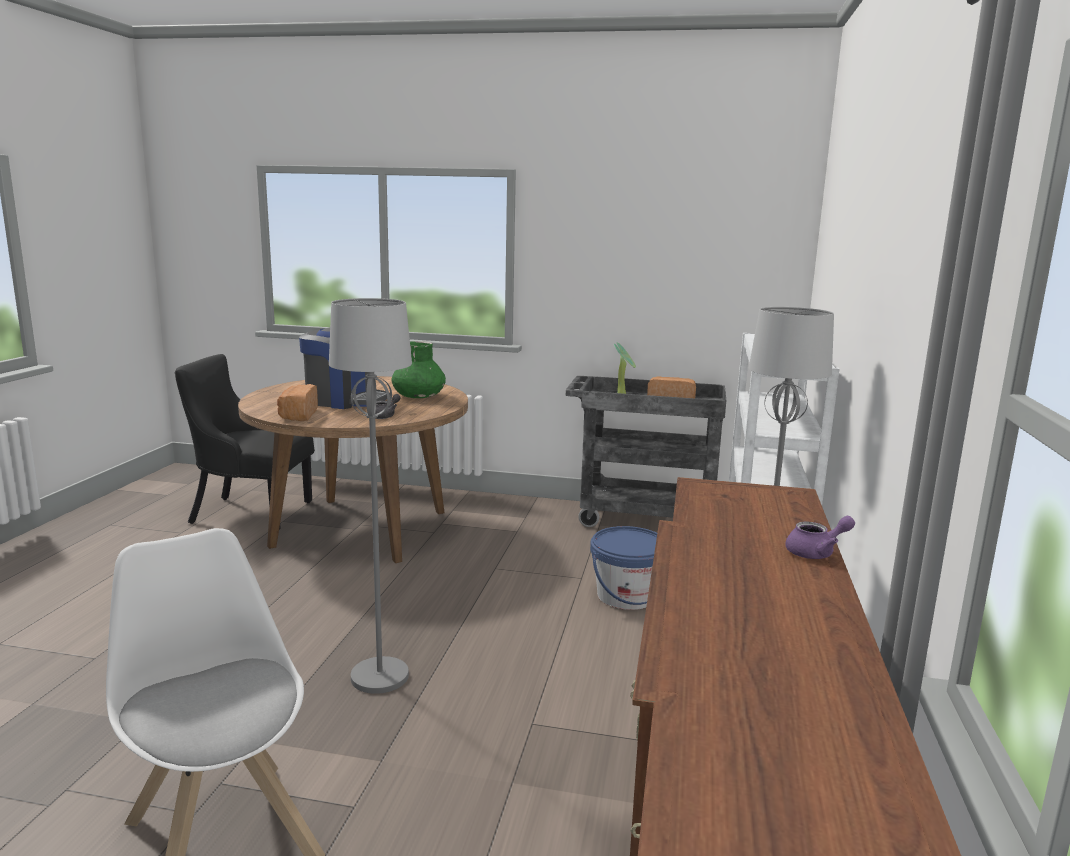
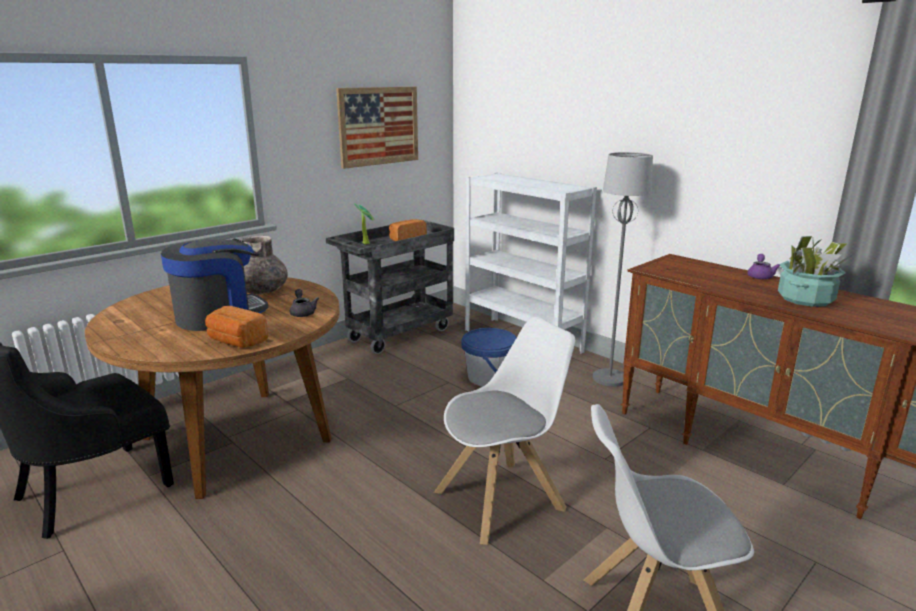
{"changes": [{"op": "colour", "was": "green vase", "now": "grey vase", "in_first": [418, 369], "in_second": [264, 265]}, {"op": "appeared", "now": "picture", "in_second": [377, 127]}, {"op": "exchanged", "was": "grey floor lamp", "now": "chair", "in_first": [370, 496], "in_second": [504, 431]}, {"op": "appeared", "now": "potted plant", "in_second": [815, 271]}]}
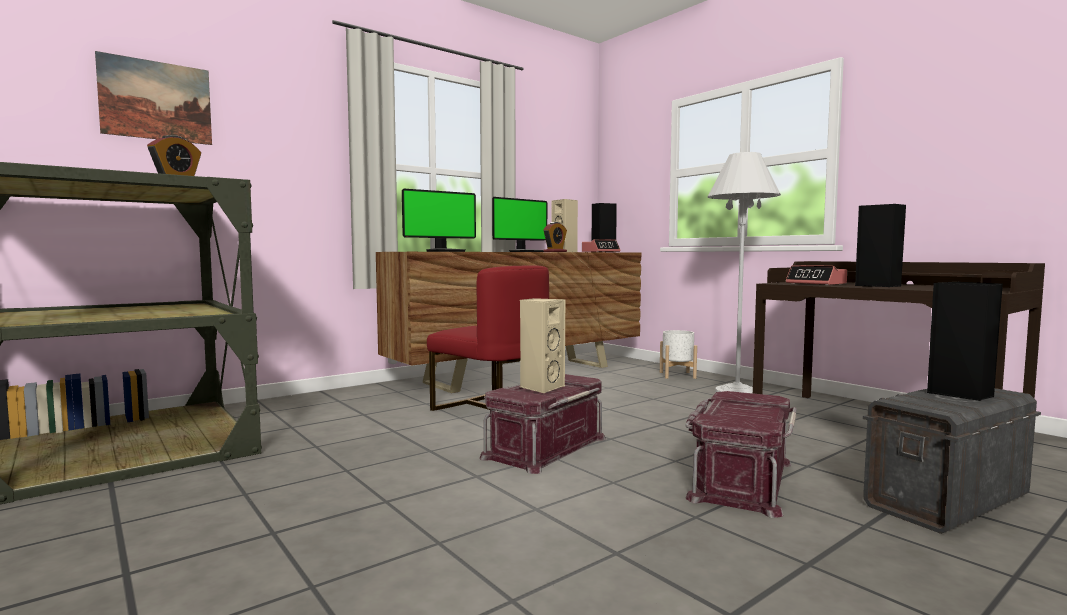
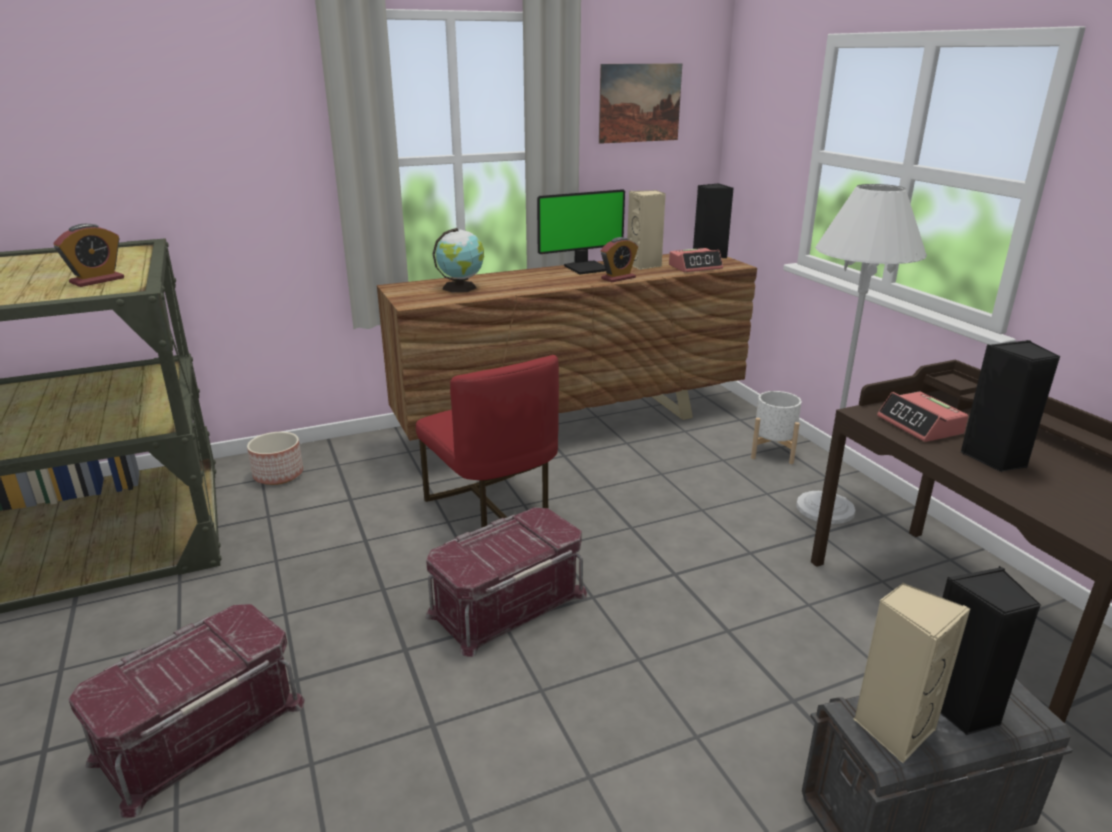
{"changes": [{"op": "relocated", "was": "red storage box", "in_first": [741, 454], "in_second": [186, 711]}, {"op": "appeared", "now": "planter", "in_second": [275, 458]}, {"op": "exchanged", "was": "monitor", "now": "globe", "in_first": [439, 220], "in_second": [458, 260]}, {"op": "relocated", "was": "picture", "in_first": [153, 98], "in_second": [640, 103]}, {"op": "relocated", "was": "beige speaker", "in_first": [542, 346], "in_second": [912, 673]}]}
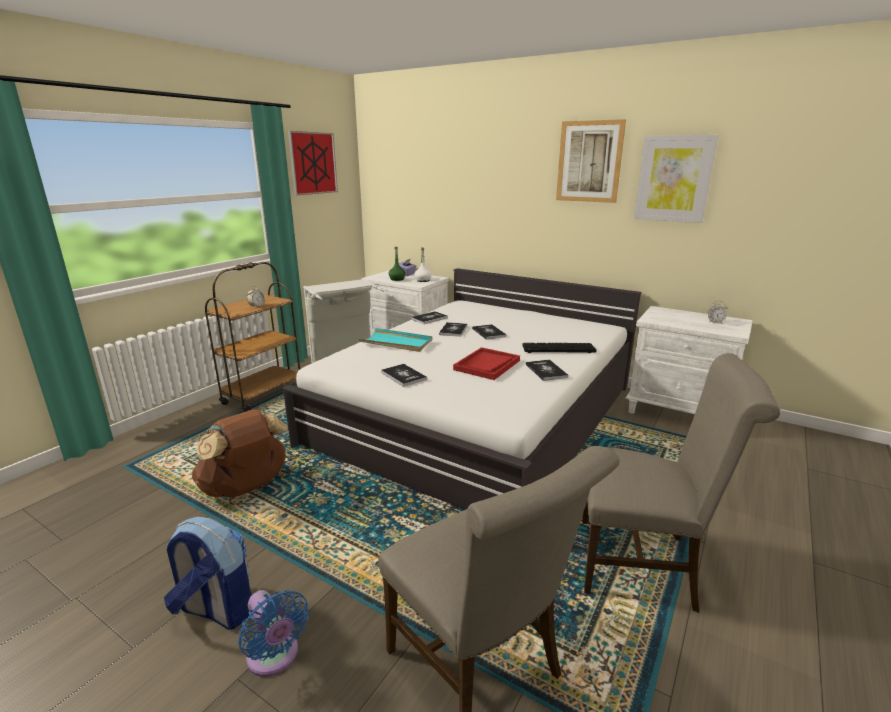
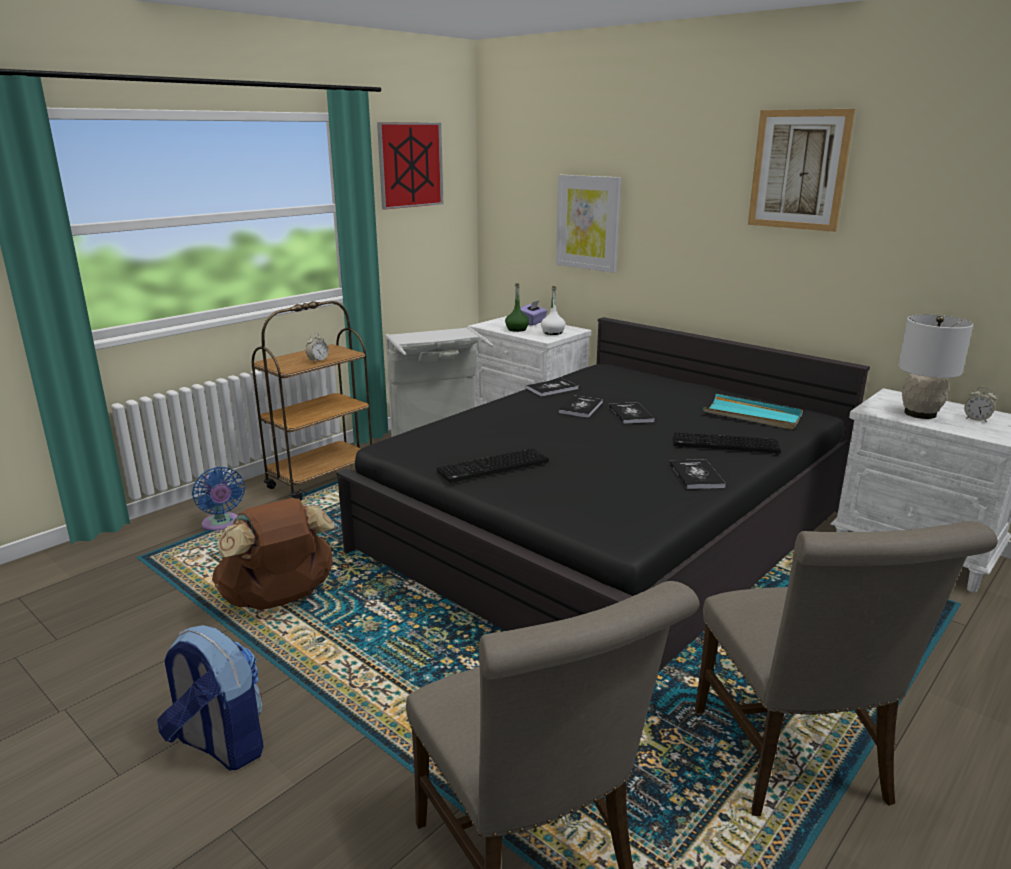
{"changes": [{"op": "relocated", "was": "blue fan", "in_first": [273, 633], "in_second": [218, 499]}, {"op": "colour", "was": "white bed", "now": "black bed", "in_first": [462, 389], "in_second": [603, 494]}, {"op": "exchanged", "was": "book", "now": "keyboard", "in_first": [404, 375], "in_second": [493, 465]}, {"op": "relocated", "was": "picture", "in_first": [676, 179], "in_second": [588, 224]}, {"op": "spun", "was": "beige chair", "in_first": [681, 483], "in_second": [846, 668], "clockwise": 60}, {"op": "relocated", "was": "turquoise tray", "in_first": [396, 340], "in_second": [753, 412]}, {"op": "appeared", "now": "white table lamp", "in_second": [935, 366]}, {"op": "missing", "was": "red tray", "in_first": [486, 363]}]}
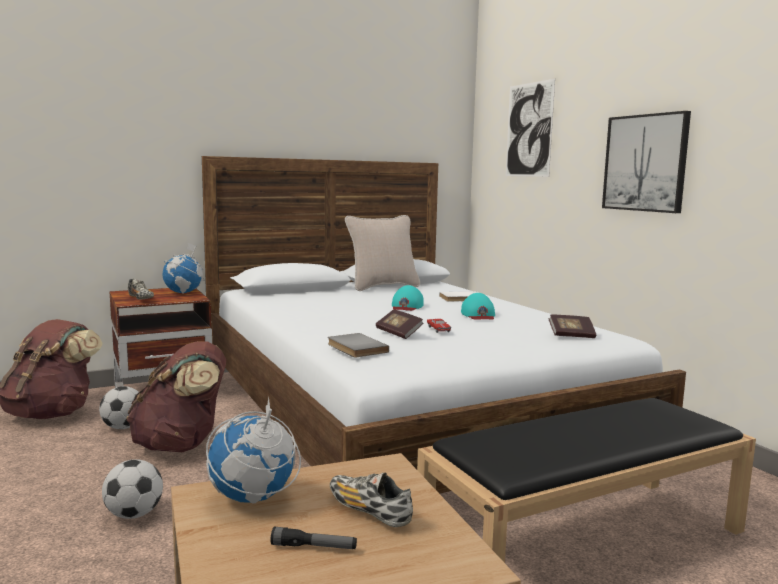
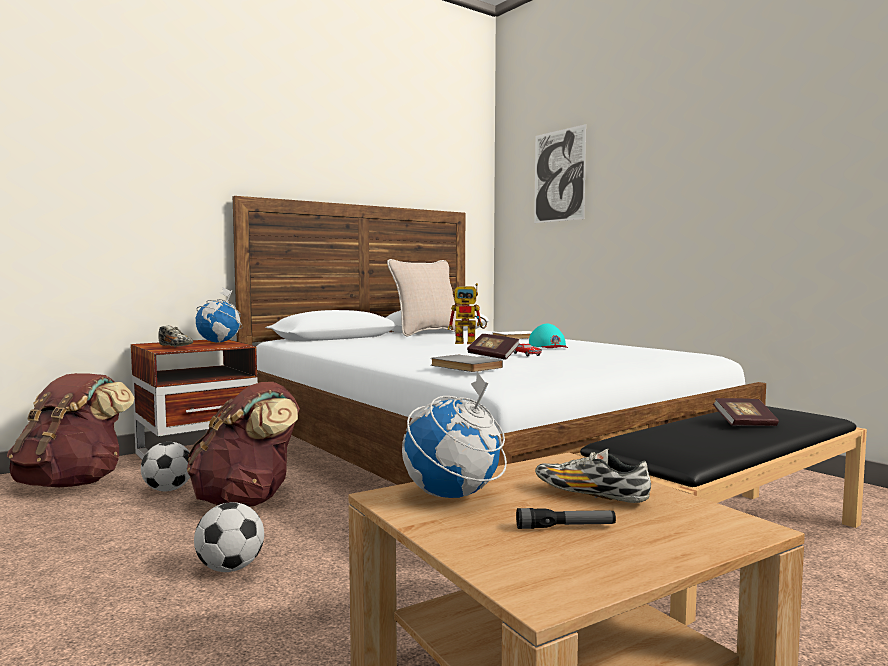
{"changes": [{"op": "exchanged", "was": "turquoise cap", "now": "toy robot", "in_first": [408, 298], "in_second": [467, 313]}, {"op": "relocated", "was": "book", "in_first": [572, 326], "in_second": [746, 412]}, {"op": "missing", "was": "picture", "in_first": [646, 162]}]}
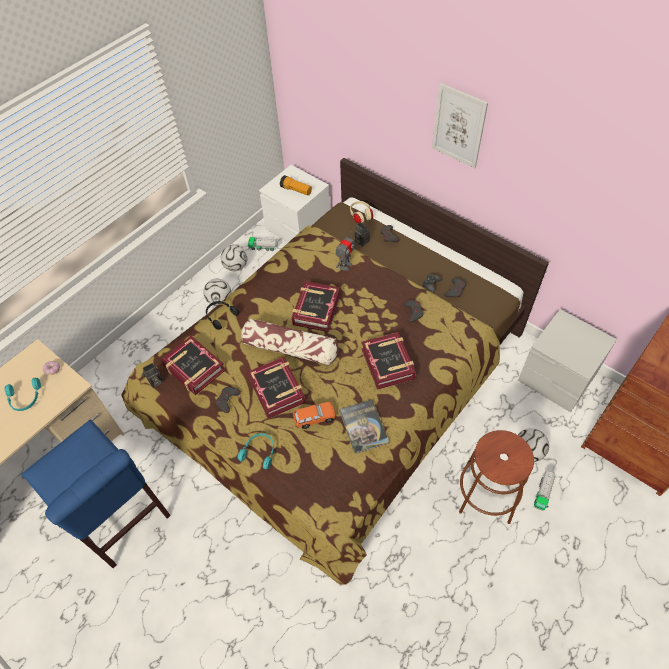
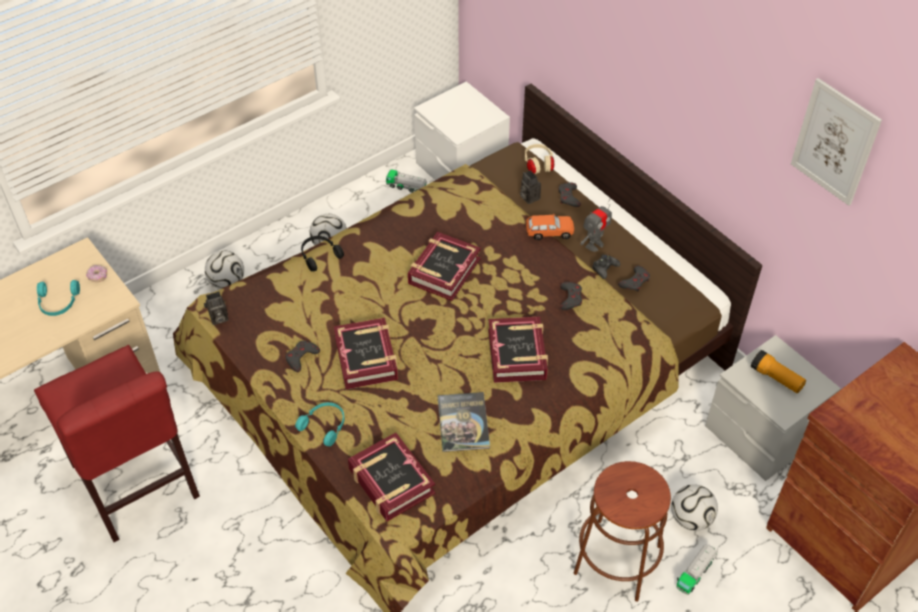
{"changes": [{"op": "colour", "was": "blue chair", "now": "red chair", "in_first": [96, 494], "in_second": [117, 443]}, {"op": "relocated", "was": "football", "in_first": [234, 258], "in_second": [224, 270]}, {"op": "relocated", "was": "book", "in_first": [193, 365], "in_second": [391, 477]}, {"op": "relocated", "was": "orange toy car", "in_first": [314, 415], "in_second": [550, 227]}, {"op": "relocated", "was": "toy robot", "in_first": [345, 251], "in_second": [596, 225]}, {"op": "relocated", "was": "flashlight", "in_first": [296, 185], "in_second": [778, 372]}, {"op": "relocated", "was": "picture", "in_first": [460, 125], "in_second": [836, 142]}, {"op": "missing", "was": "pillow", "in_first": [290, 341]}]}
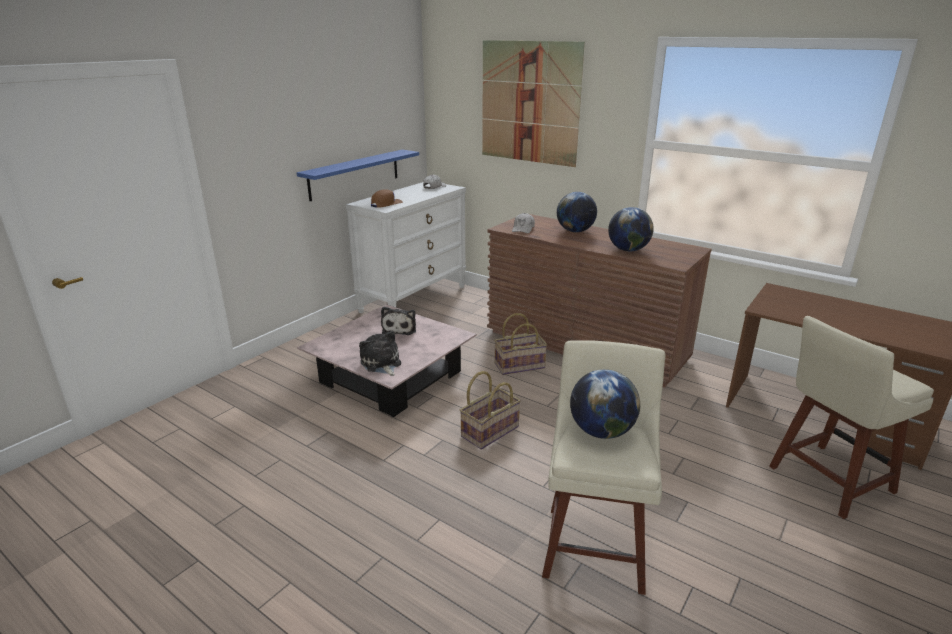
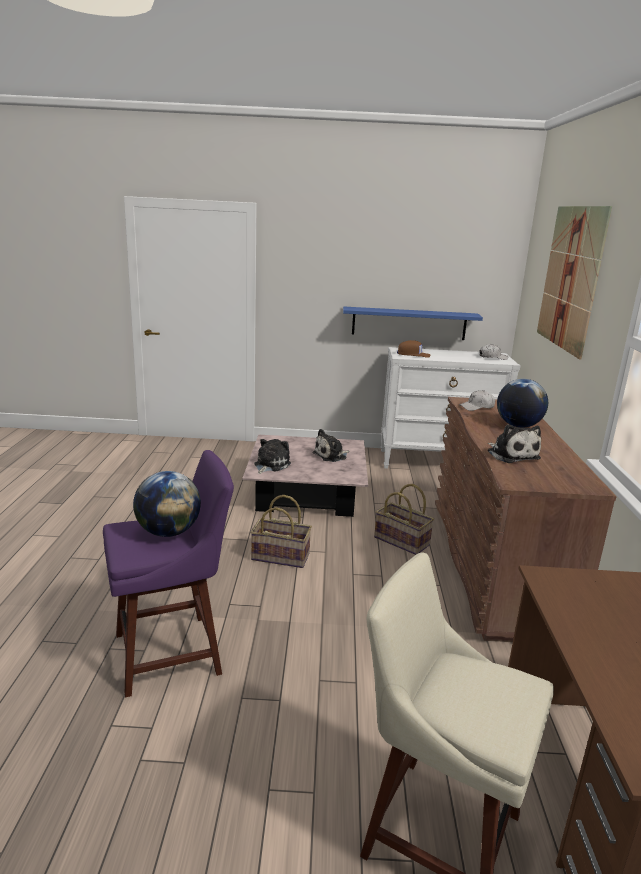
{"changes": [{"op": "colour", "was": "beige stool", "now": "purple stool", "in_first": [603, 467], "in_second": [168, 574]}, {"op": "exchanged", "was": "globe", "now": "plush toy", "in_first": [631, 229], "in_second": [514, 444]}]}
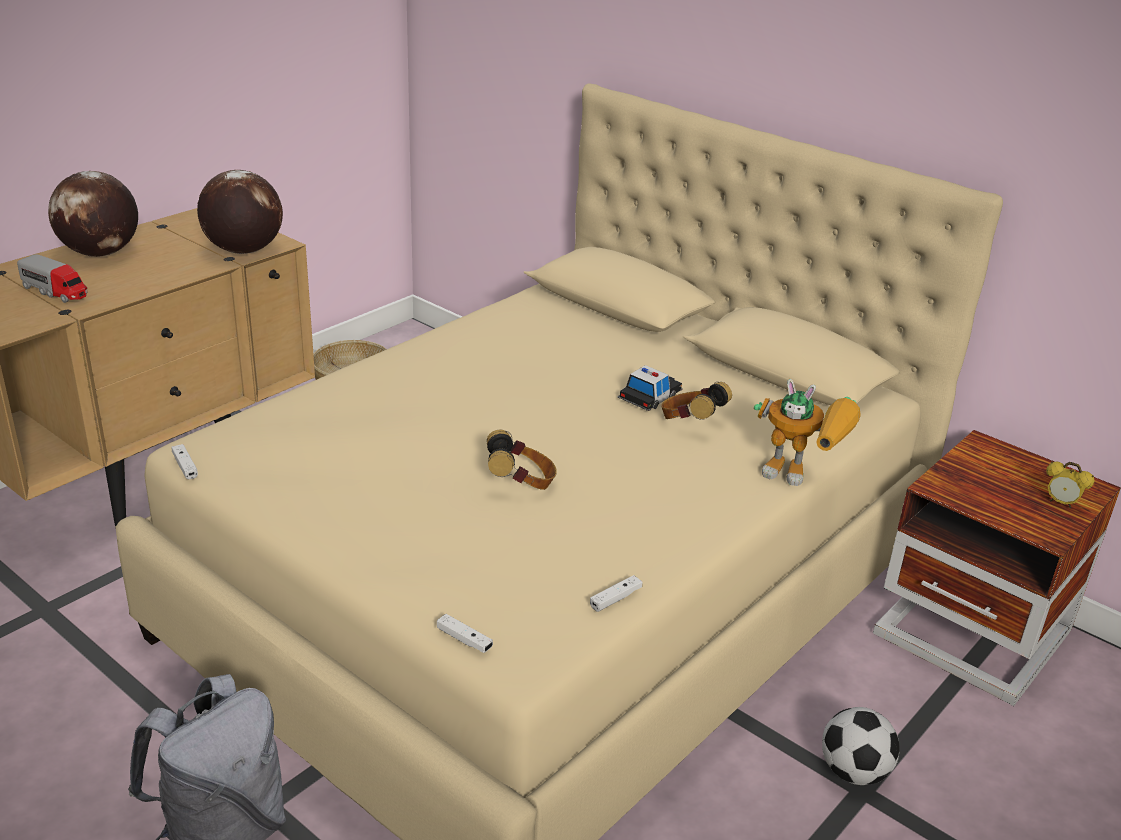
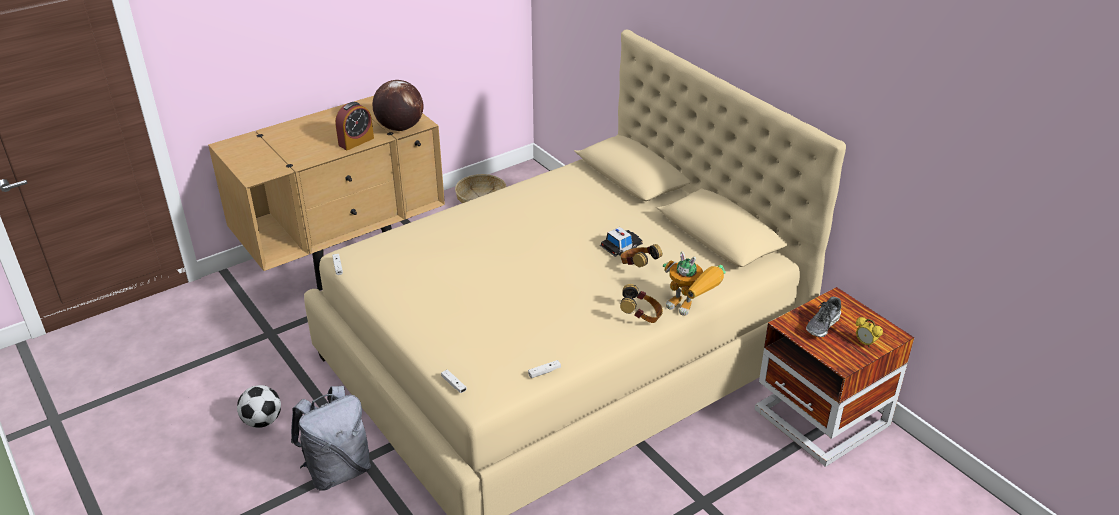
{"changes": [{"op": "relocated", "was": "football", "in_first": [860, 746], "in_second": [259, 406]}, {"op": "appeared", "now": "alarm clock", "in_second": [354, 126]}, {"op": "relocated", "was": "headphones", "in_first": [522, 460], "in_second": [641, 303]}, {"op": "appeared", "now": "shoe", "in_second": [823, 317]}, {"op": "missing", "was": "toy truck", "in_first": [52, 278]}, {"op": "missing", "was": "globe", "in_first": [93, 214]}]}
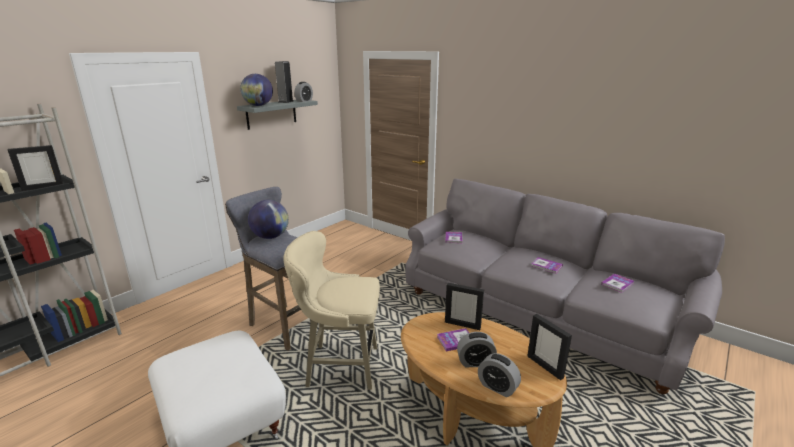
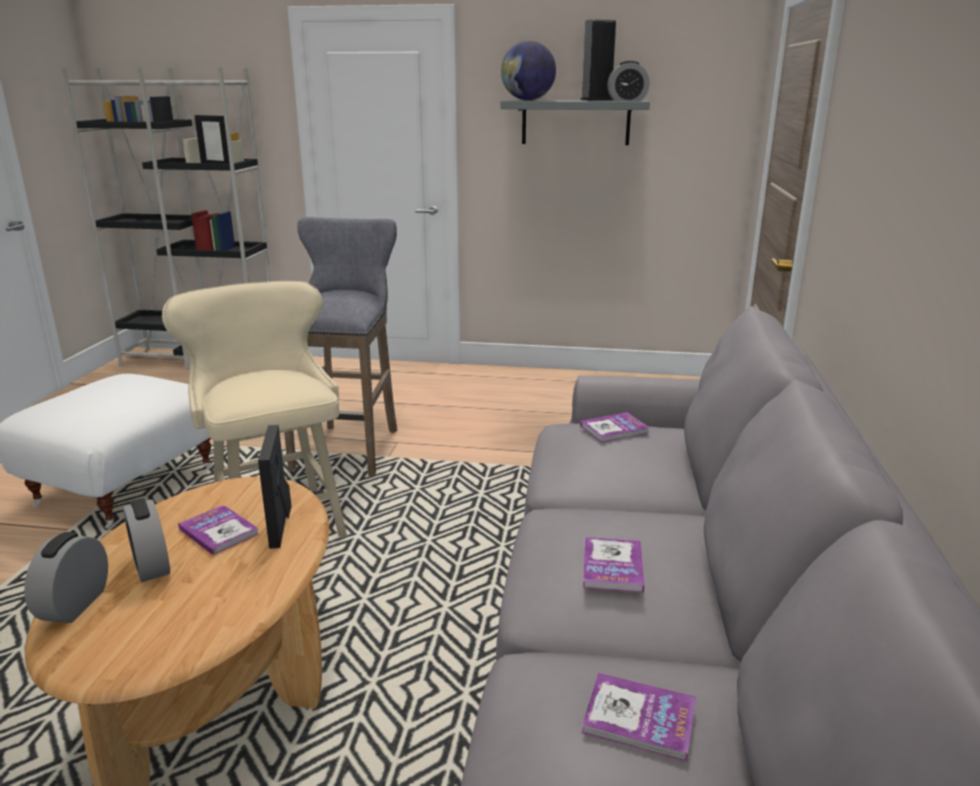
{"changes": [{"op": "missing", "was": "globe", "in_first": [268, 219]}, {"op": "missing", "was": "picture frame", "in_first": [549, 347]}]}
